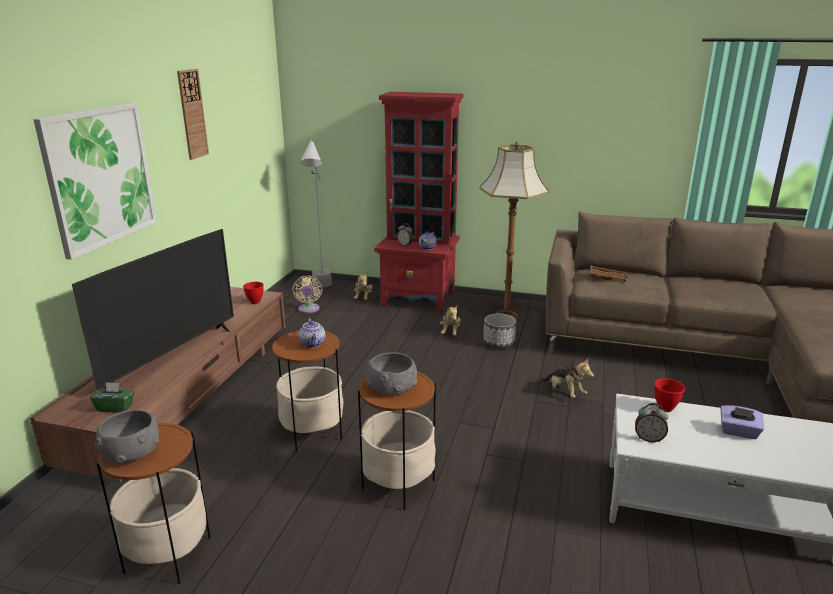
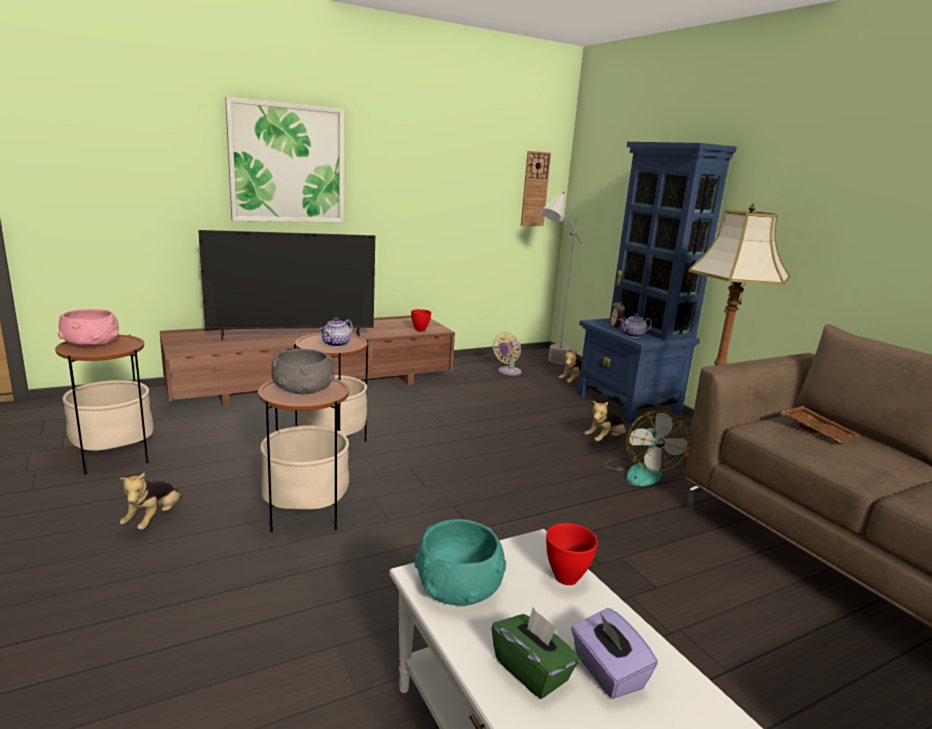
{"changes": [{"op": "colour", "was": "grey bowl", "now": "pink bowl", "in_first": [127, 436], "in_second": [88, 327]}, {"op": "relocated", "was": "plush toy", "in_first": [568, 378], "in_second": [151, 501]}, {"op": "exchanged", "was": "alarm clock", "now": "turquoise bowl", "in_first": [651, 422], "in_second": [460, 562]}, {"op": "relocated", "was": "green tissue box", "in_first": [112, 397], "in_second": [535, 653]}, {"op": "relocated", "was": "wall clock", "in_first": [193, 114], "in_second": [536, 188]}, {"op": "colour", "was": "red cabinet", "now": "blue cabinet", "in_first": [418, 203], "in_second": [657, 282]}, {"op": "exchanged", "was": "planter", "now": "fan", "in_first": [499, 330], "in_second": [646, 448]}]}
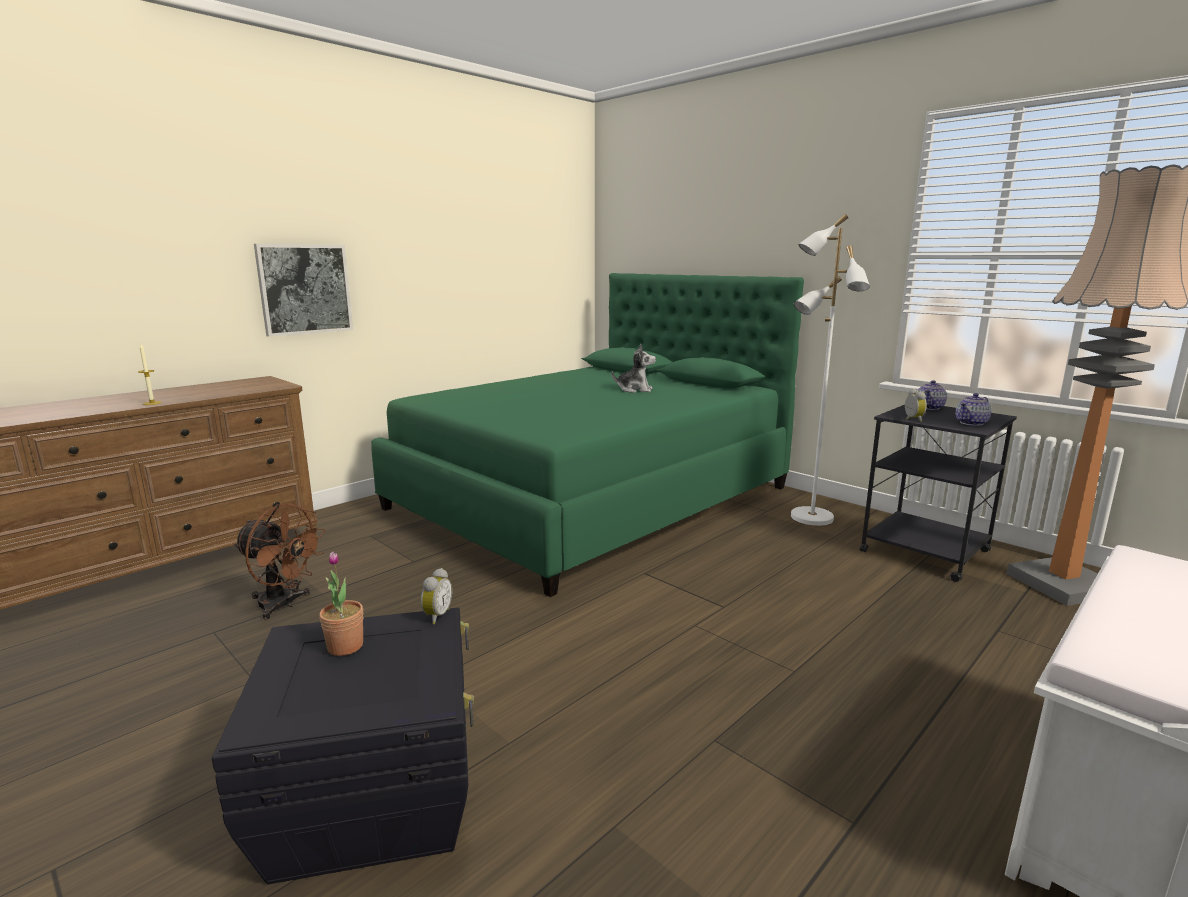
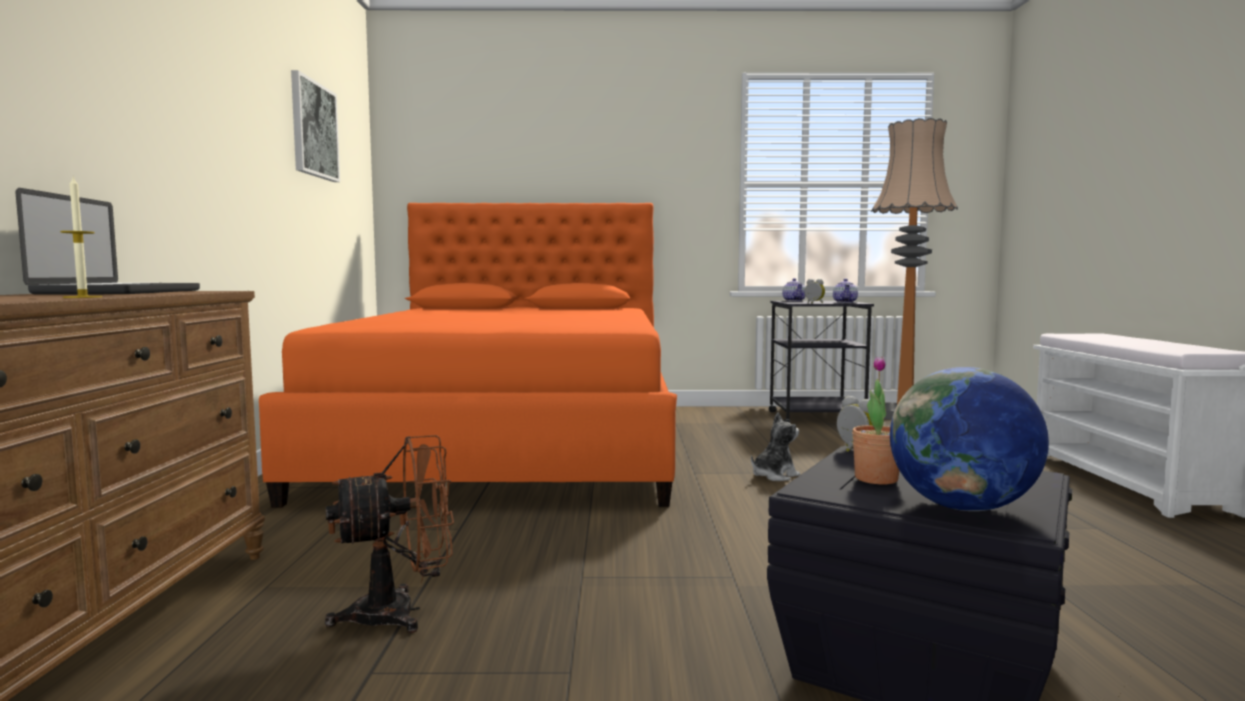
{"changes": [{"op": "appeared", "now": "laptop", "in_second": [107, 241]}, {"op": "colour", "was": "green bed", "now": "orange bed", "in_first": [587, 435], "in_second": [468, 355]}, {"op": "relocated", "was": "picture", "in_first": [303, 290], "in_second": [315, 126]}, {"op": "relocated", "was": "plush toy", "in_first": [634, 368], "in_second": [775, 446]}, {"op": "appeared", "now": "globe", "in_second": [969, 439]}, {"op": "missing", "was": "white floor lamp", "in_first": [830, 370]}]}
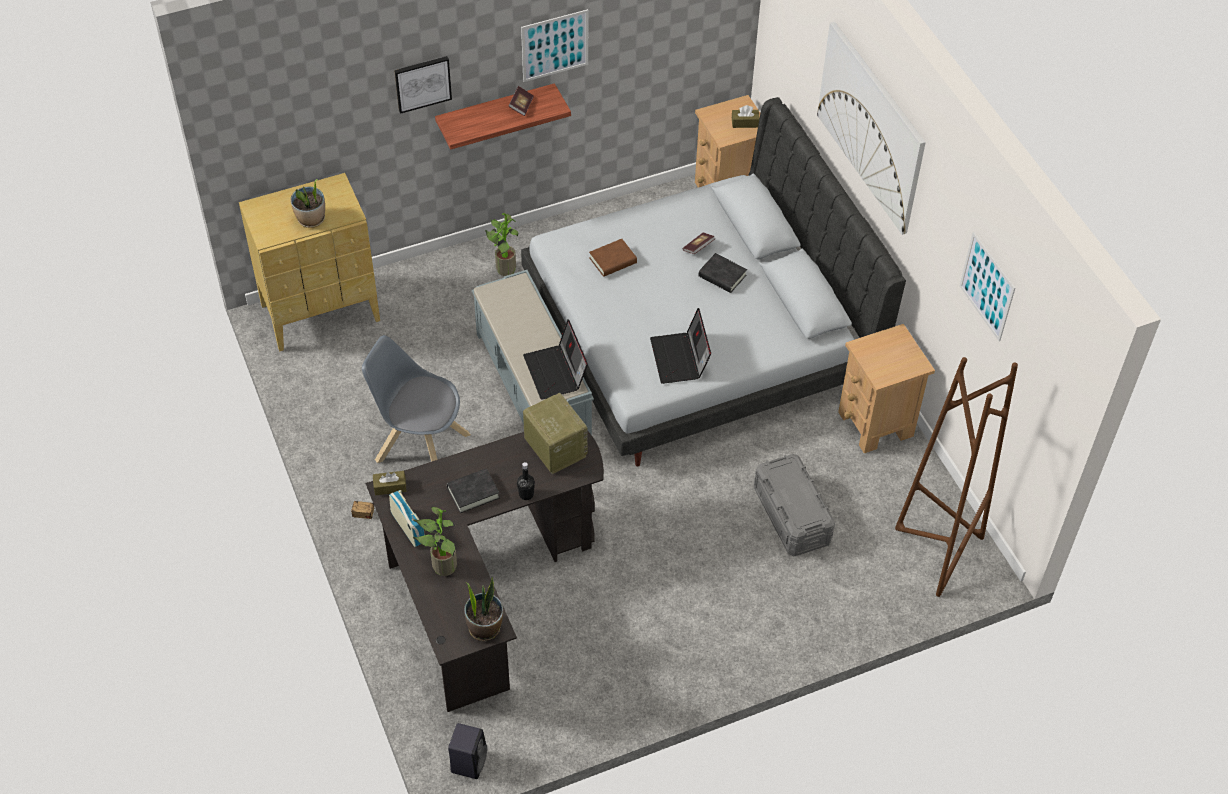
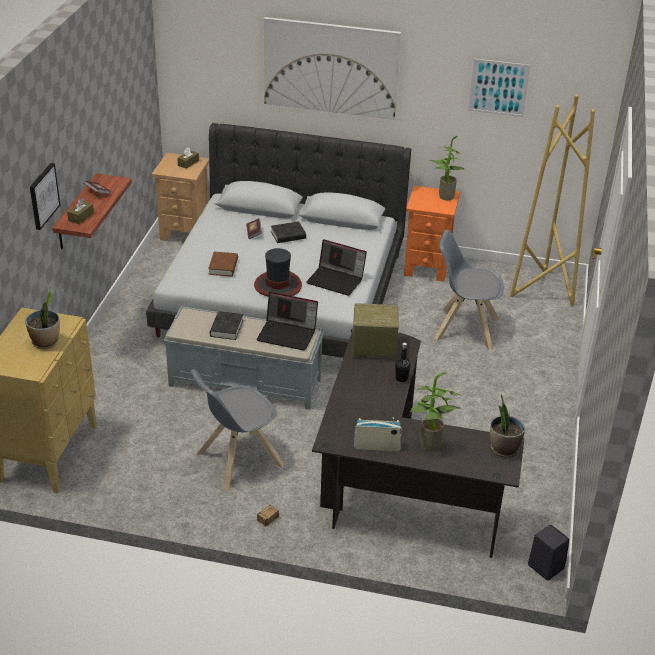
{"changes": [{"op": "relocated", "was": "brown tissue box", "in_first": [389, 483], "in_second": [80, 211]}, {"op": "relocated", "was": "black book", "in_first": [473, 491], "in_second": [226, 325]}, {"op": "appeared", "now": "hat", "in_second": [278, 272]}, {"op": "colour", "was": "beige nightstand", "now": "orange nightstand", "in_first": [886, 388], "in_second": [432, 233]}, {"op": "relocated", "was": "potted plant", "in_first": [502, 244], "in_second": [447, 168]}, {"op": "exchanged", "was": "grey storage box", "now": "grey chair", "in_first": [794, 505], "in_second": [469, 289]}, {"op": "colour", "was": "brown clothes rack", "now": "yellow clothes rack", "in_first": [956, 477], "in_second": [552, 200]}, {"op": "missing", "was": "picture", "in_first": [554, 45]}]}
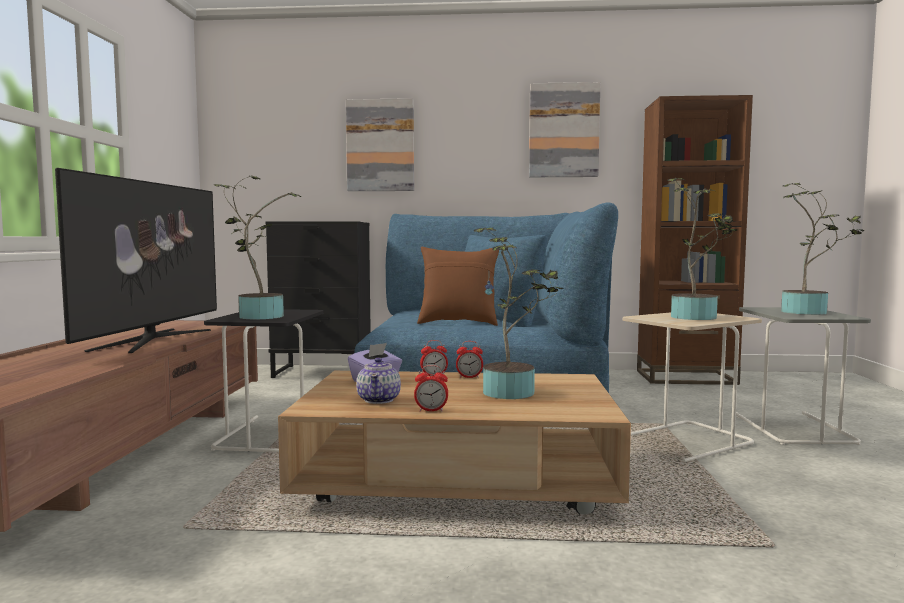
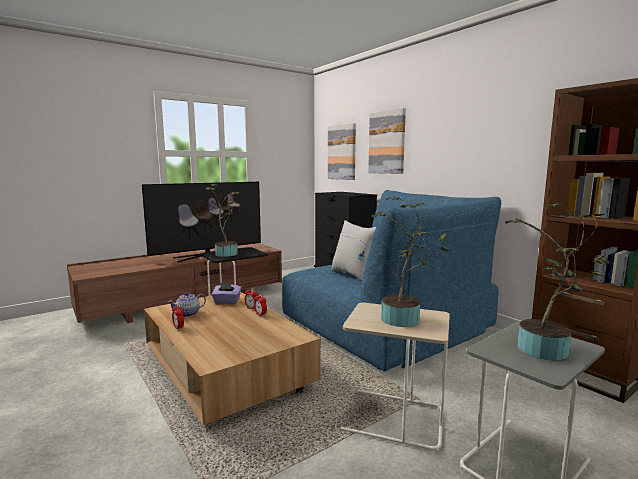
{"changes": [{"op": "relocated", "was": "picture", "in_first": [564, 129], "in_second": [342, 151]}, {"op": "colour", "was": "brown pillow", "now": "grey pillow", "in_first": [458, 286], "in_second": [353, 250]}, {"op": "missing", "was": "potted plant", "in_first": [519, 313]}]}
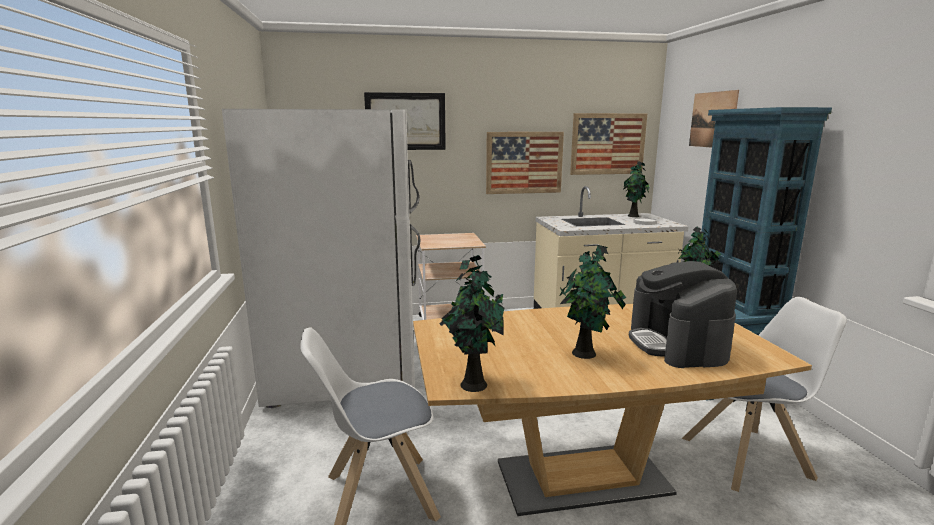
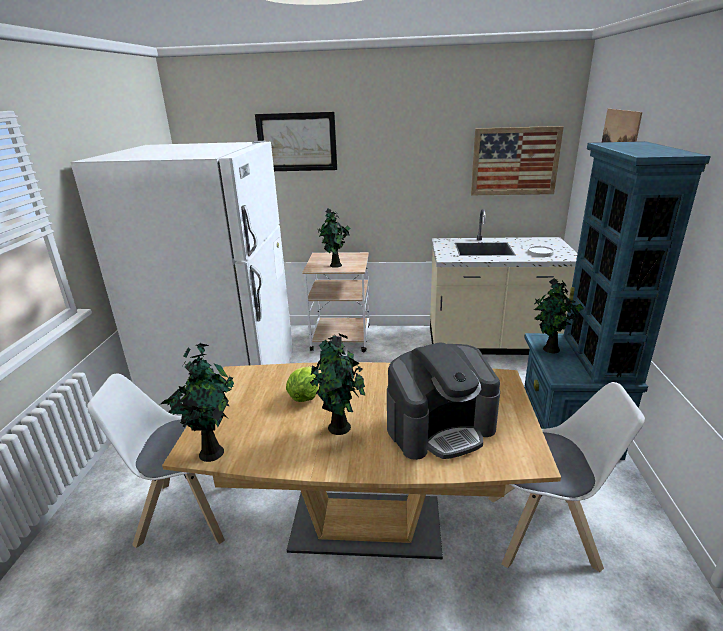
{"changes": [{"op": "appeared", "now": "lettuce", "in_second": [302, 384]}, {"op": "relocated", "was": "potted plant", "in_first": [636, 189], "in_second": [334, 238]}, {"op": "spun", "was": "coffee machine", "in_first": [683, 314], "in_second": [443, 401], "clockwise": -120}, {"op": "missing", "was": "picture", "in_first": [525, 163]}]}
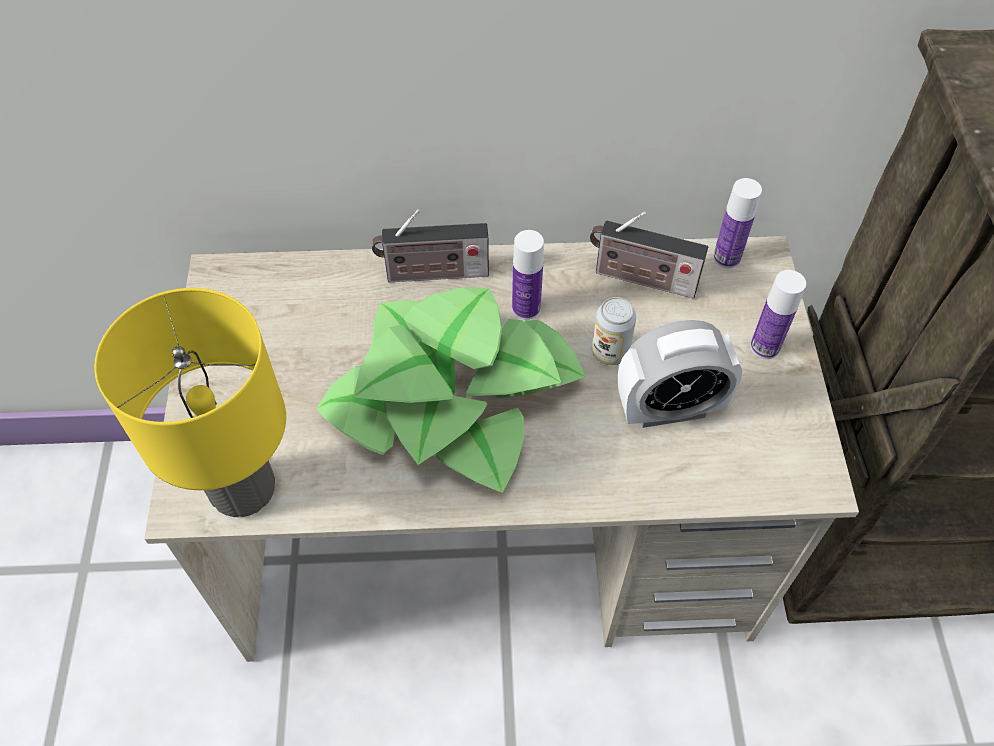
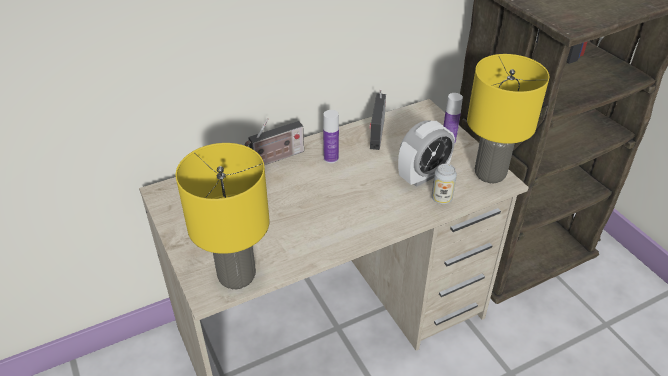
{"changes": [{"op": "spun", "was": "radio", "in_first": [649, 254], "in_second": [377, 119], "clockwise": 105}, {"op": "relocated", "was": "can", "in_first": [614, 331], "in_second": [444, 184]}, {"op": "appeared", "now": "yellow table lamp", "in_second": [508, 119]}, {"op": "missing", "was": "potted plant", "in_first": [451, 390]}, {"op": "missing", "was": "bottle", "in_first": [737, 223]}]}
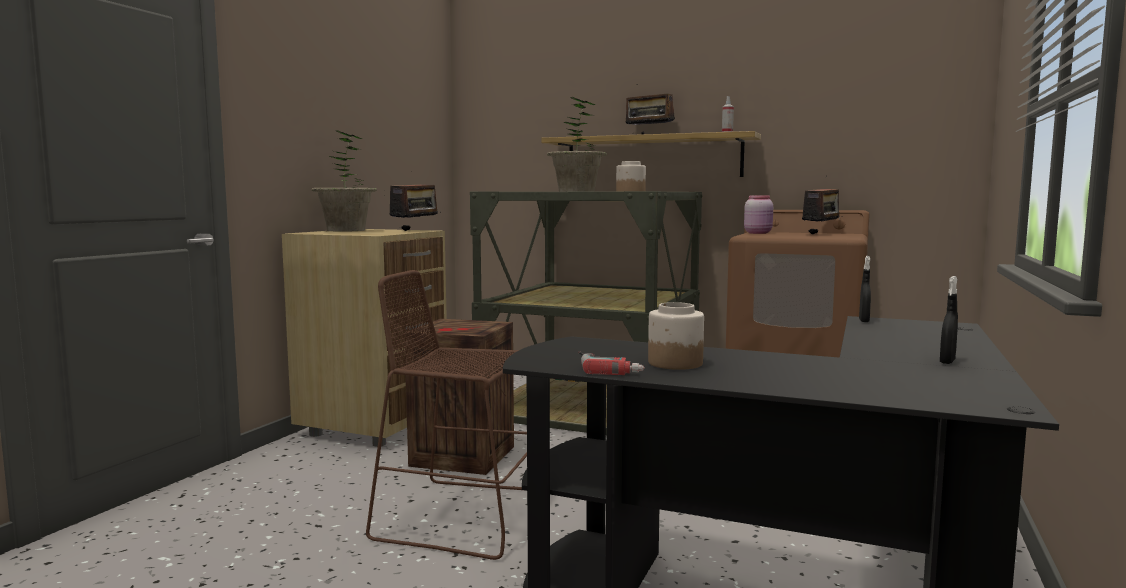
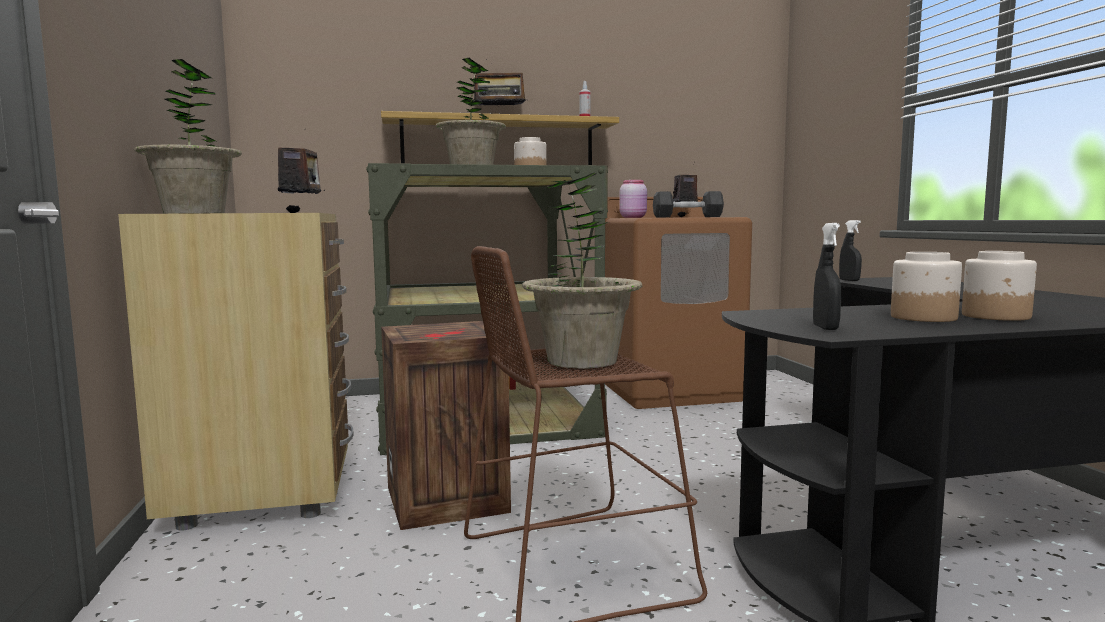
{"changes": [{"op": "appeared", "now": "potted plant", "in_second": [582, 271]}, {"op": "appeared", "now": "black dumbbell", "in_second": [688, 204]}, {"op": "relocated", "was": "black spray bottle", "in_first": [949, 320], "in_second": [827, 276]}, {"op": "appeared", "now": "jar", "in_second": [999, 286]}, {"op": "missing", "was": "power drill", "in_first": [611, 363]}]}
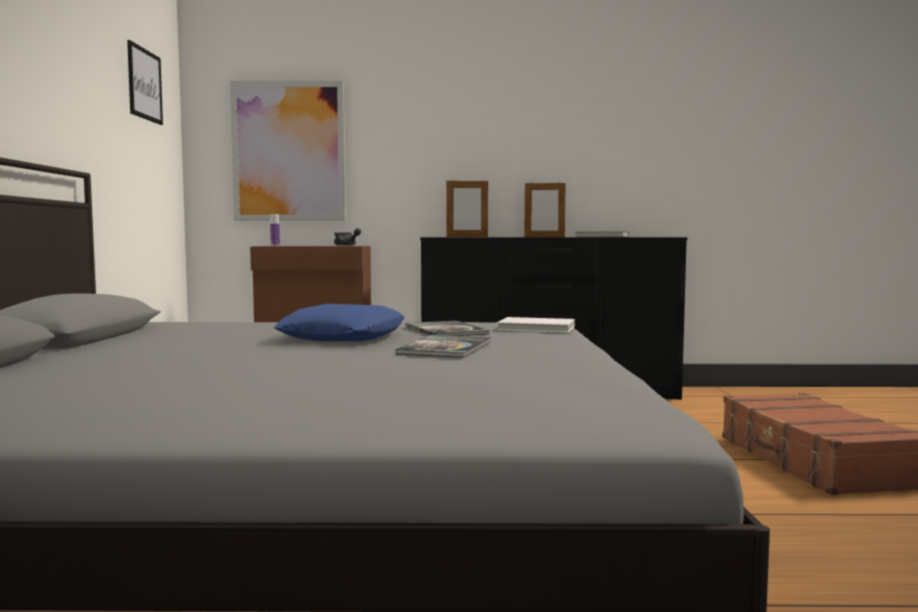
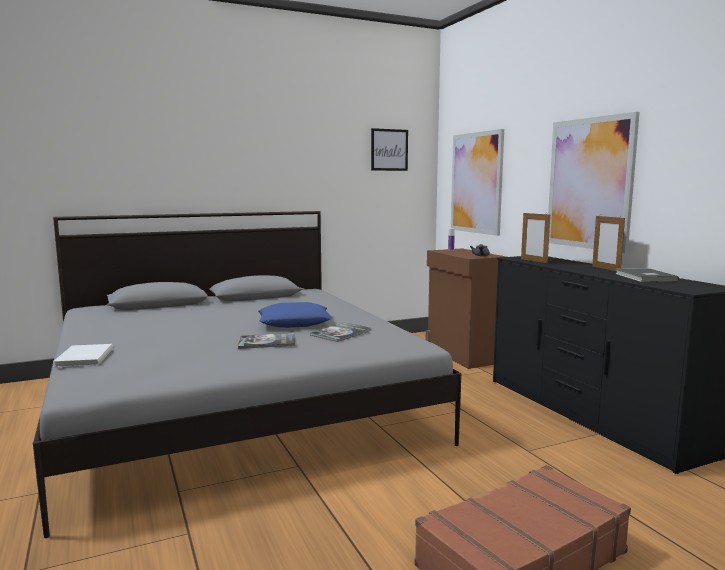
{"changes": [{"op": "relocated", "was": "white book", "in_first": [536, 325], "in_second": [83, 355]}, {"op": "appeared", "now": "picture", "in_second": [594, 182]}]}
